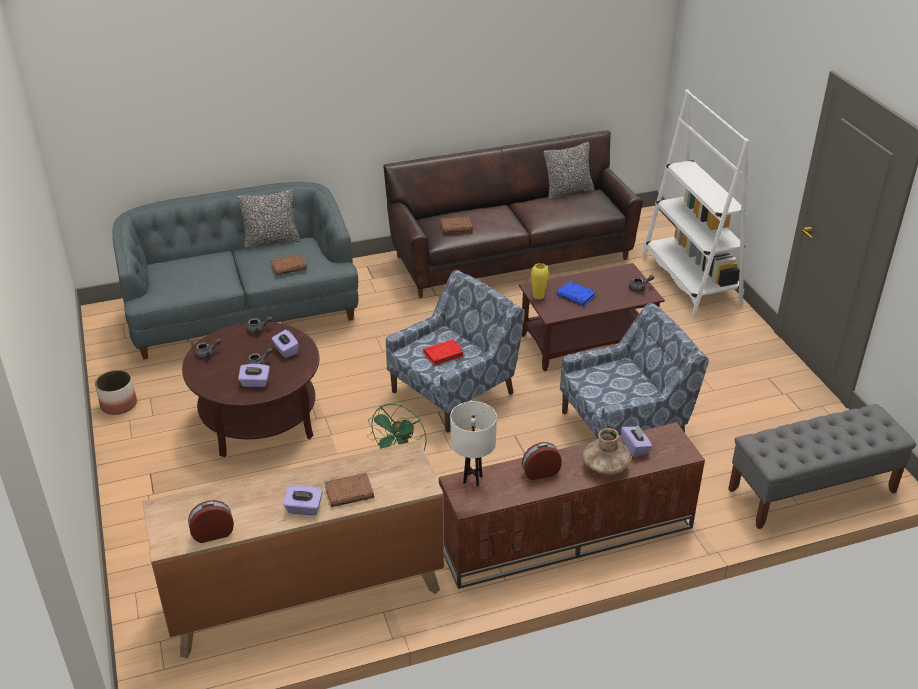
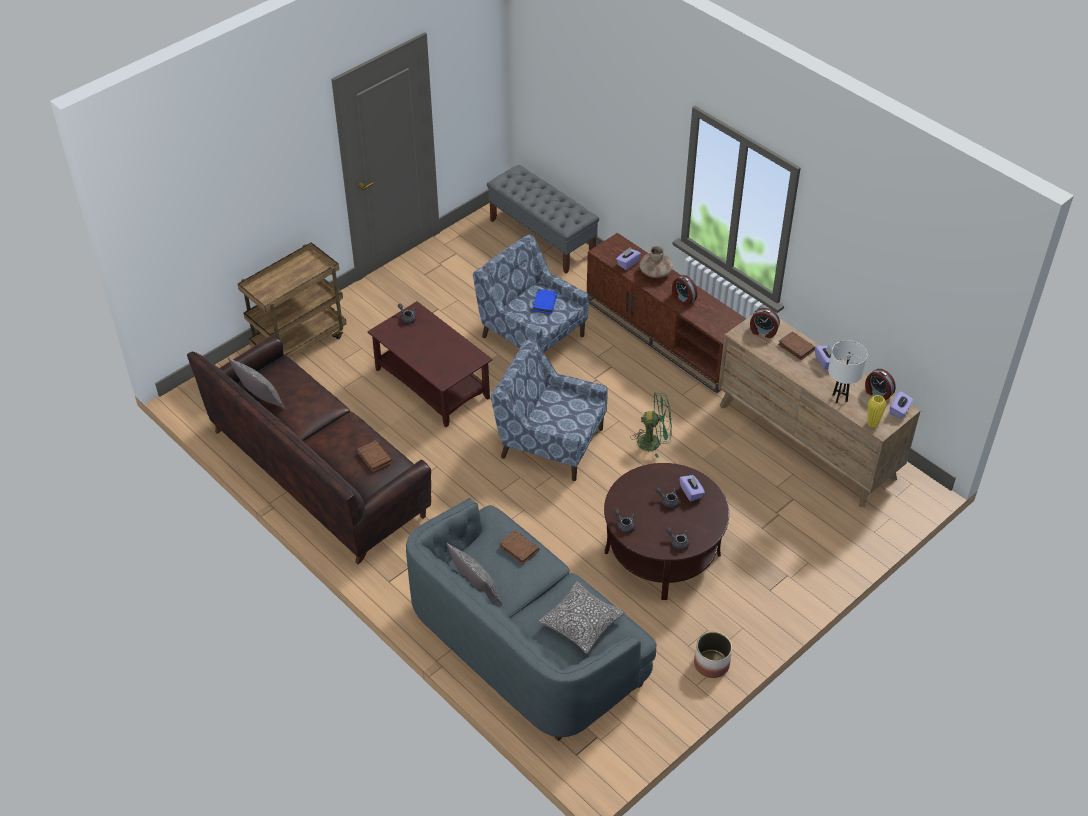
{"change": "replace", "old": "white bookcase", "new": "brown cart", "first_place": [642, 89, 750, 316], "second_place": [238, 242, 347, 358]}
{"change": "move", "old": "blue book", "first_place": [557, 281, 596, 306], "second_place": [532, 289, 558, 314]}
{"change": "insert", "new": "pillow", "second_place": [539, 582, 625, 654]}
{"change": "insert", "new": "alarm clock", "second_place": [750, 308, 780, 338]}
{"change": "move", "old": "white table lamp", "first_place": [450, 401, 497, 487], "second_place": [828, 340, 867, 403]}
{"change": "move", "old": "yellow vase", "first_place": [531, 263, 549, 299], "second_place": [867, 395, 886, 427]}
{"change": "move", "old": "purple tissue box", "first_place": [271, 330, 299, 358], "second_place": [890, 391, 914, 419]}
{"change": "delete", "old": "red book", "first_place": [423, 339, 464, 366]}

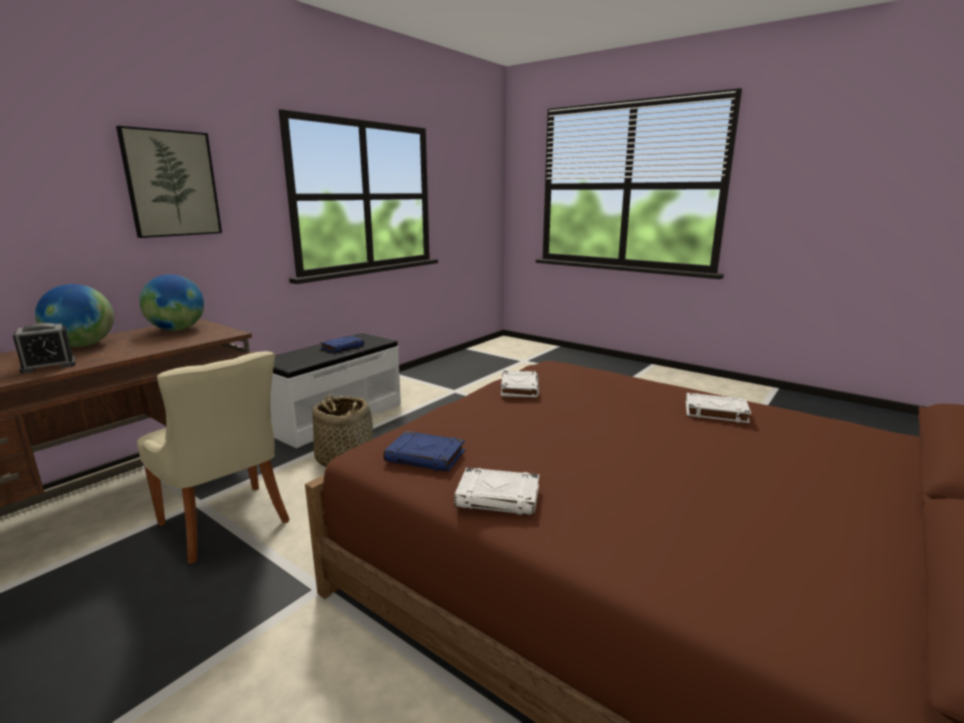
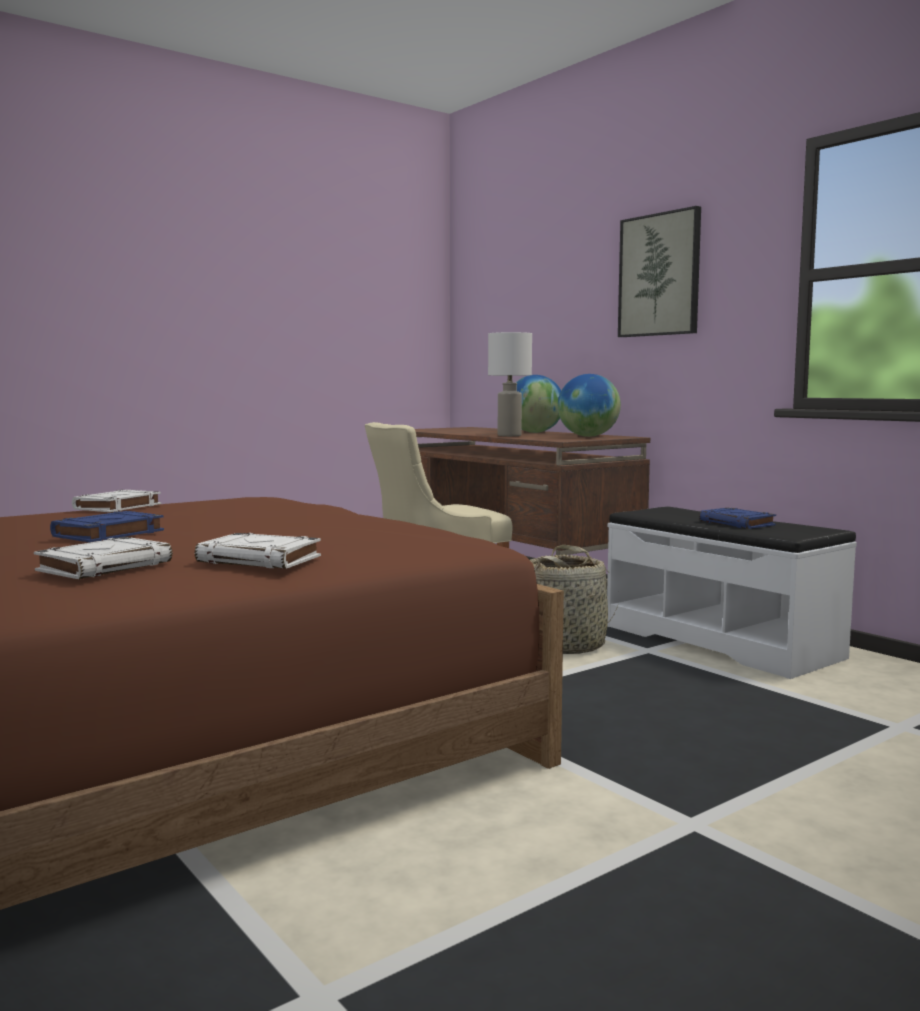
{"change": "move", "old": "blue book", "first_place": [383, 431, 465, 472], "second_place": [50, 511, 164, 542]}
{"change": "move", "old": "white book", "first_place": [501, 371, 539, 397], "second_place": [195, 533, 321, 569]}
{"change": "insert", "new": "white table lamp", "second_place": [488, 332, 532, 436]}
{"change": "delete", "old": "alarm clock", "first_place": [13, 323, 76, 374]}

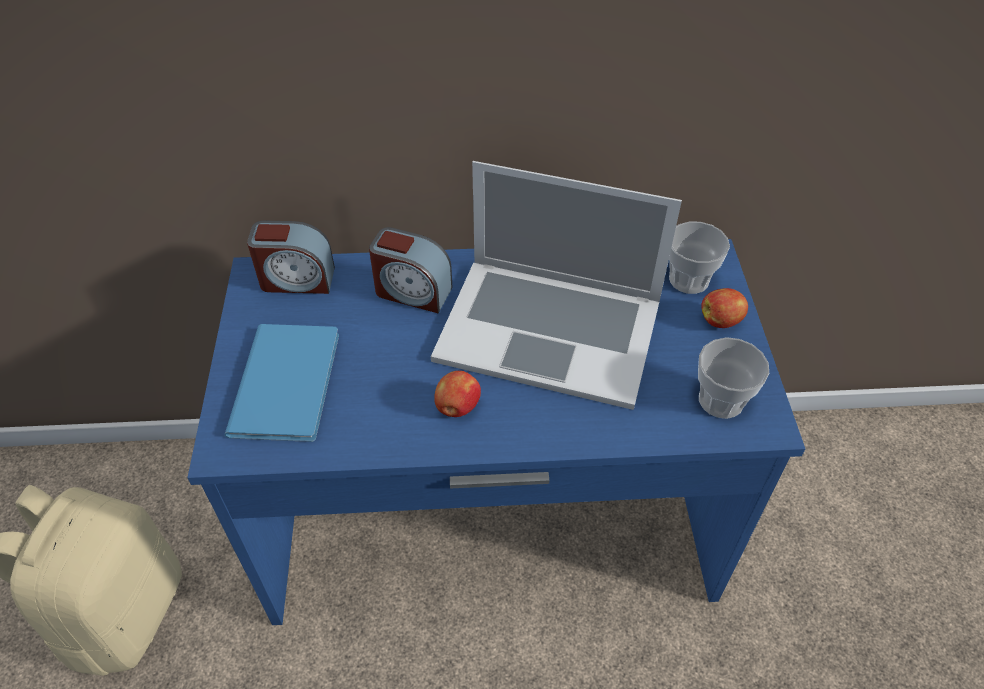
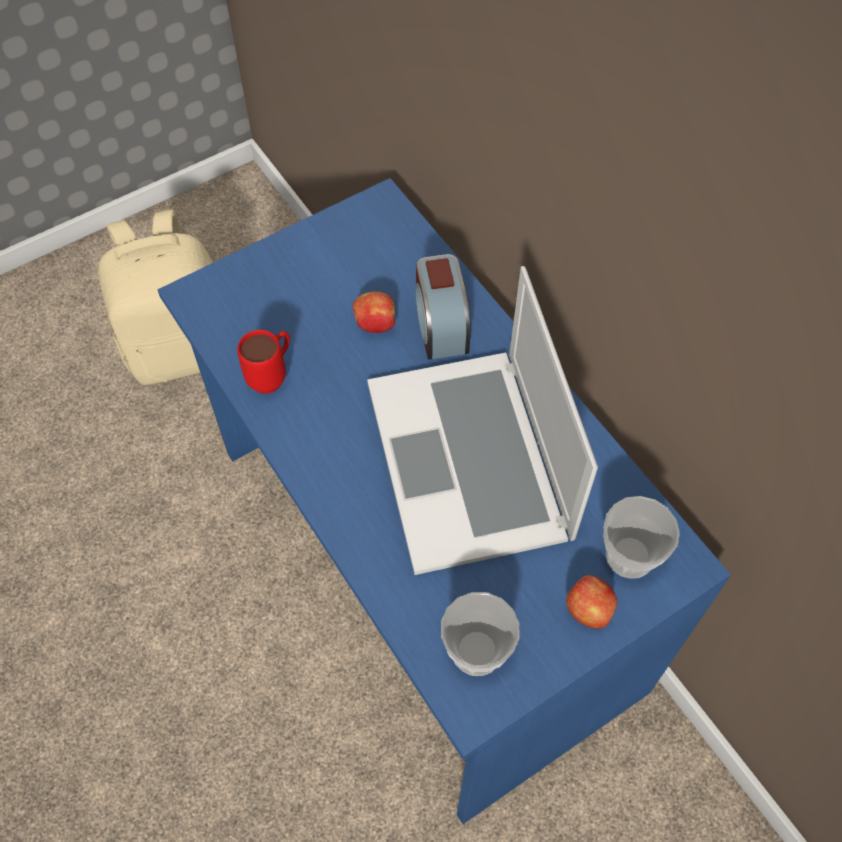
{"change": "insert", "new": "red mug", "second_place": [237, 330, 290, 394]}
{"change": "move", "old": "apple", "first_place": [434, 371, 481, 417], "second_place": [353, 291, 395, 333]}
{"change": "delete", "old": "blue book", "first_place": [224, 324, 339, 442]}
{"change": "delete", "old": "alarm clock", "first_place": [247, 221, 335, 294]}

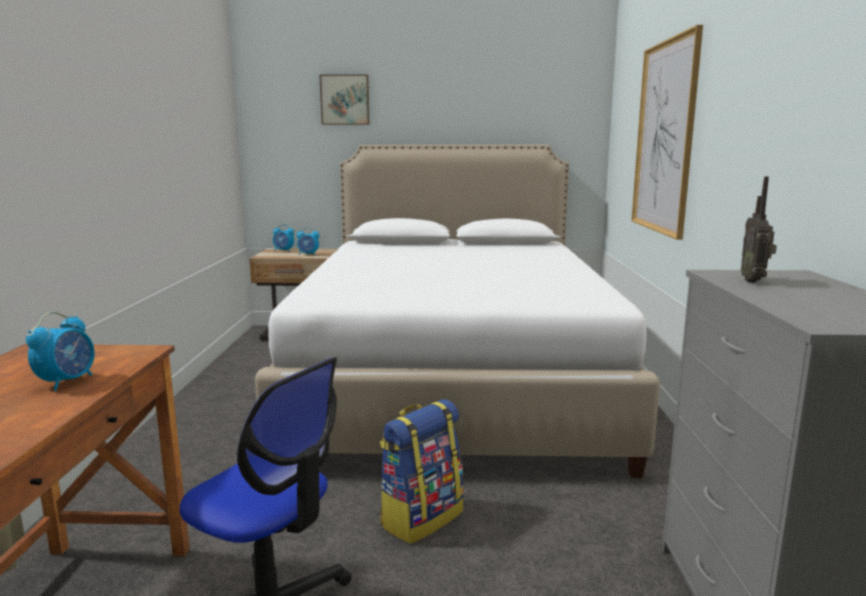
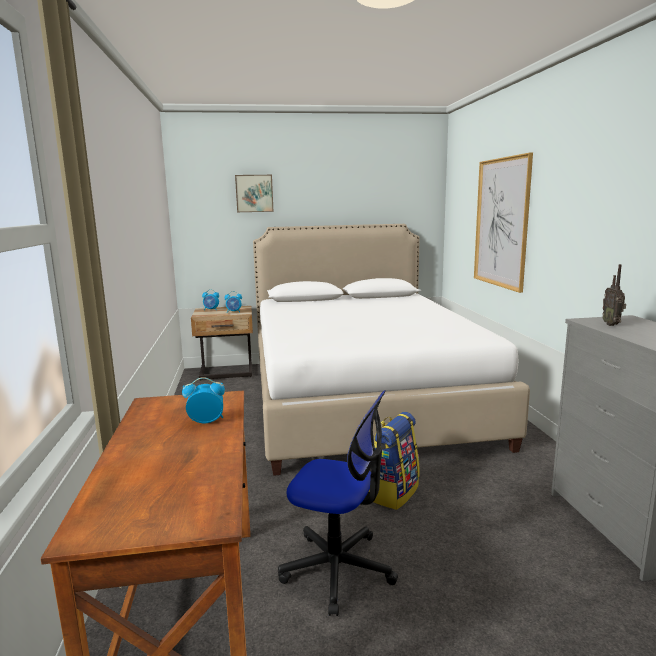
{"change": "rotate", "old": "alarm clock", "first_place": [26, 312, 95, 391], "second_place": [182, 377, 225, 423], "degrees": -105}

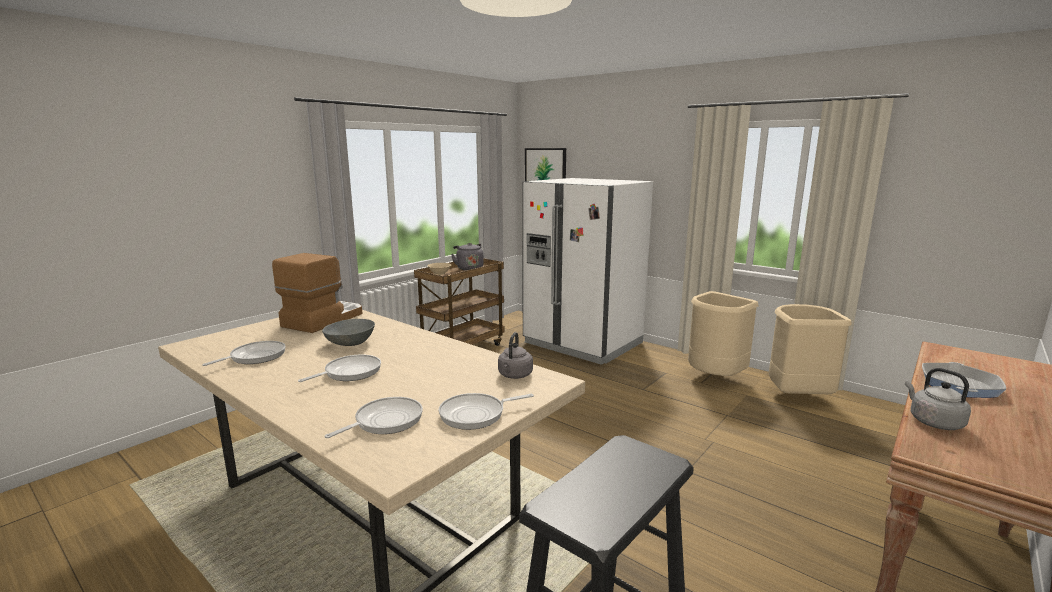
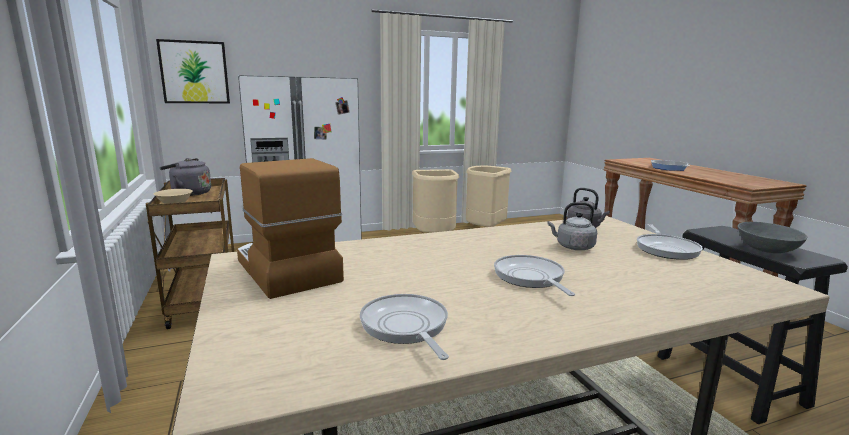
{"change": "move", "old": "grey kettle", "first_place": [905, 368, 971, 430], "second_place": [547, 202, 597, 250]}
{"change": "move", "old": "grey bowl", "first_place": [322, 319, 375, 346], "second_place": [738, 222, 807, 253]}
{"change": "delete", "old": "frying pan", "first_place": [325, 397, 423, 438]}

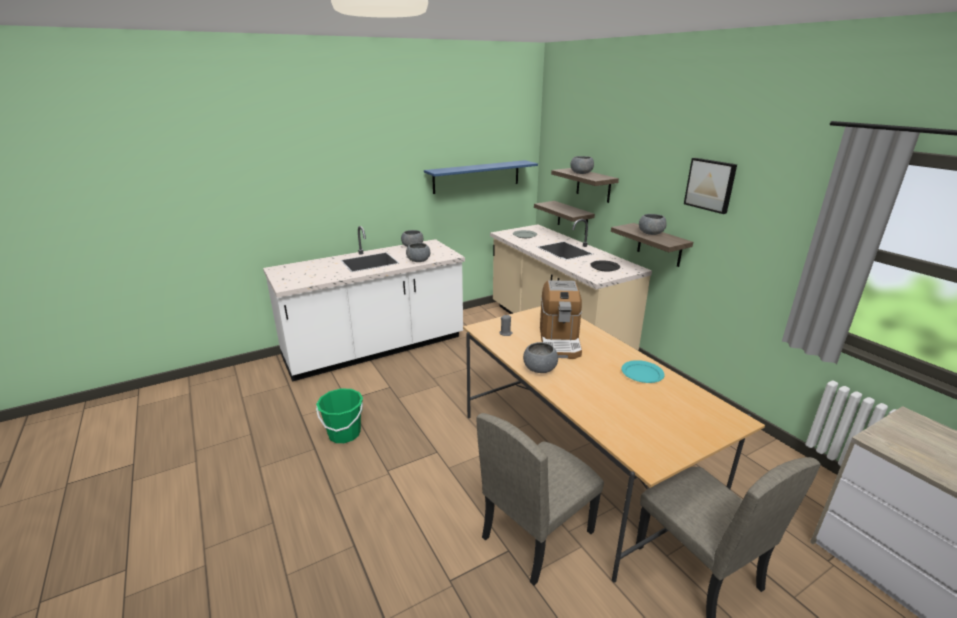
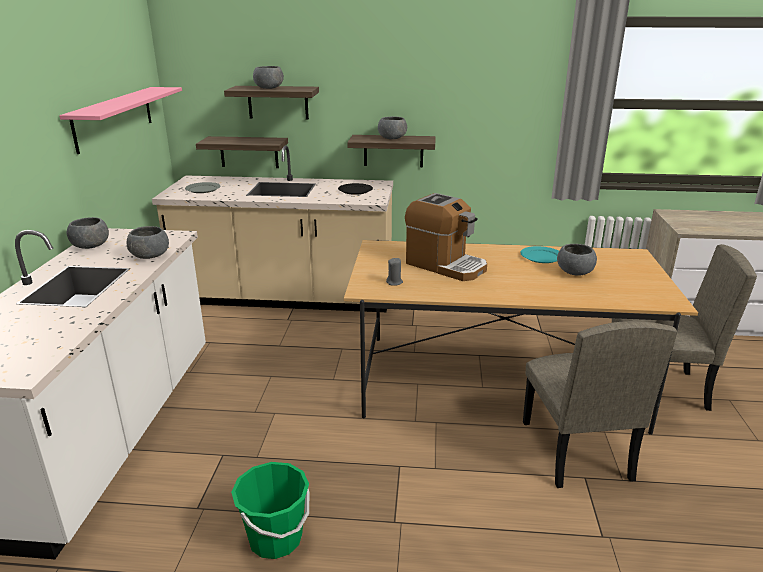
{"change": "recolor", "old": "blue shelf", "new": "pink shelf", "first_place": [424, 160, 538, 194], "second_place": [59, 87, 182, 154]}
{"change": "move", "old": "grey bowl", "first_place": [523, 342, 558, 373], "second_place": [557, 244, 597, 276]}
{"change": "delete", "old": "picture", "first_place": [684, 158, 737, 214]}

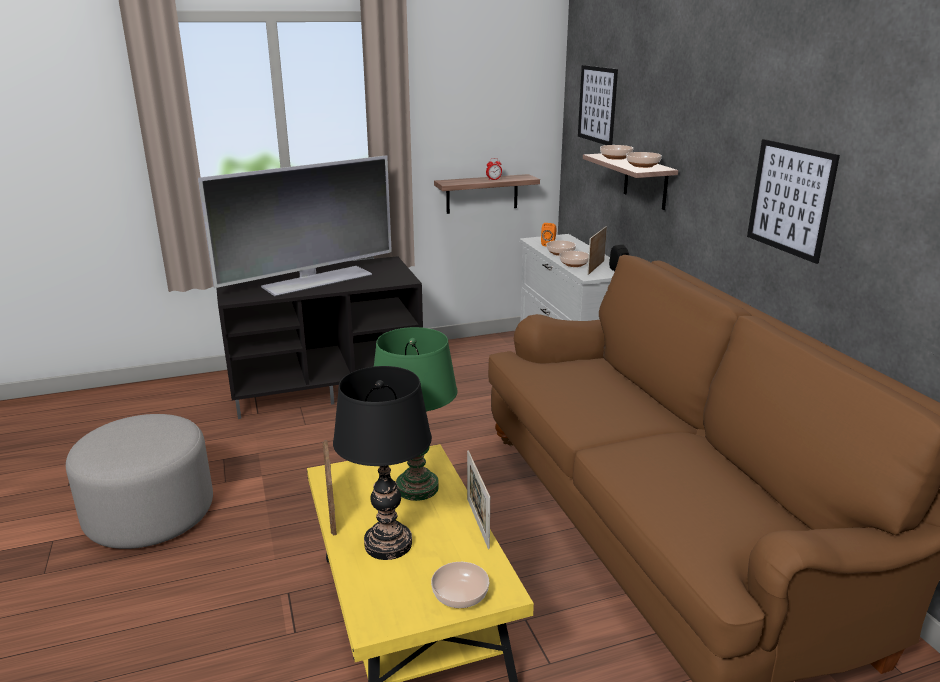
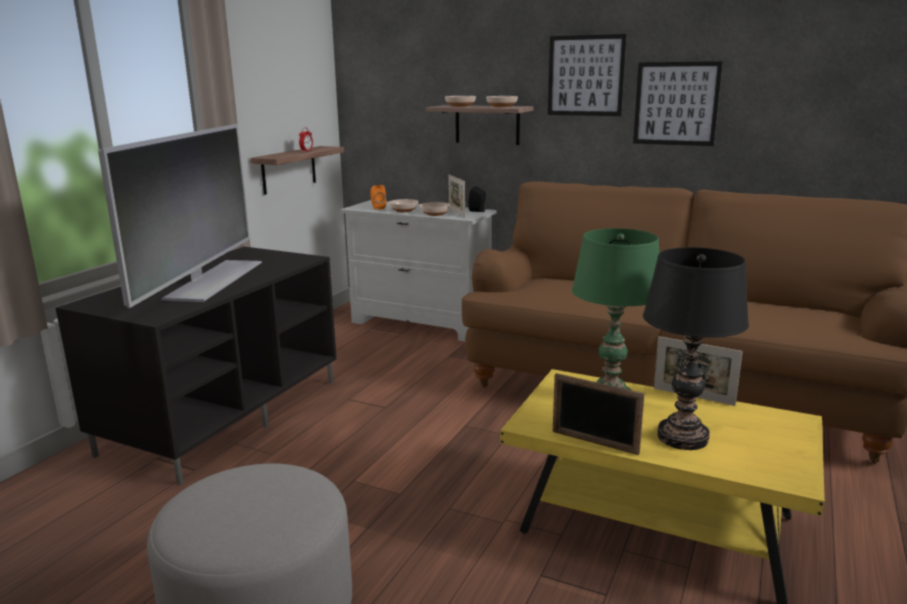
{"change": "move", "old": "picture", "first_place": [578, 65, 618, 145], "second_place": [548, 34, 627, 116]}
{"change": "delete", "old": "bowl", "first_place": [431, 562, 489, 608]}

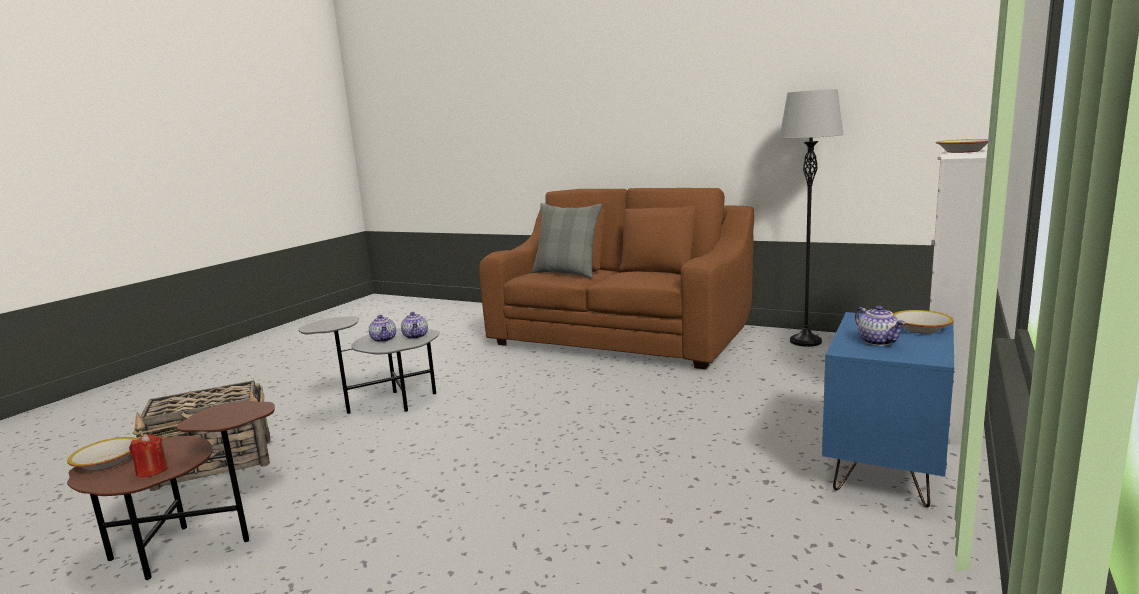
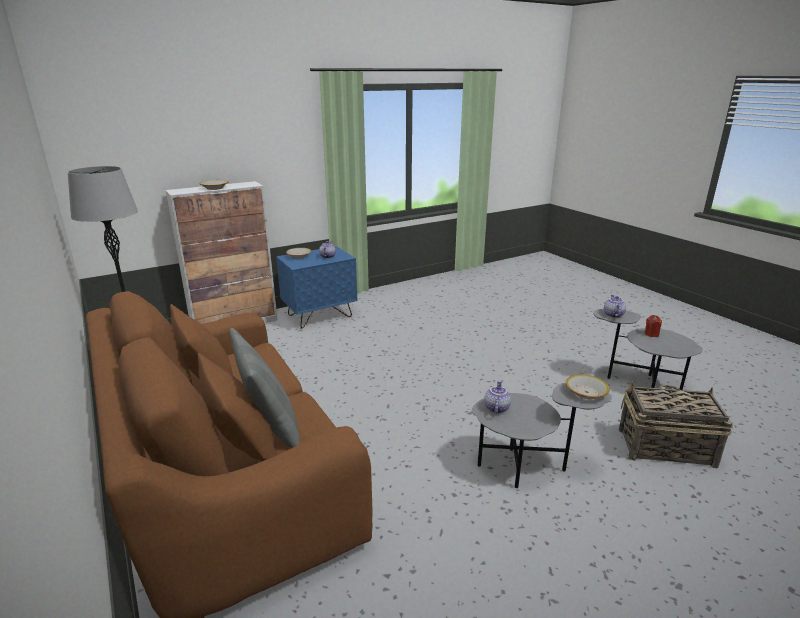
{"change": "move", "old": "bowl", "first_place": [67, 437, 137, 470], "second_place": [566, 374, 609, 399]}
{"change": "recolor", "old": "brown side table", "new": "grey side table", "first_place": [67, 401, 275, 580], "second_place": [593, 308, 703, 390]}
{"change": "move", "old": "teapot", "first_place": [369, 315, 396, 343], "second_place": [604, 295, 626, 318]}

